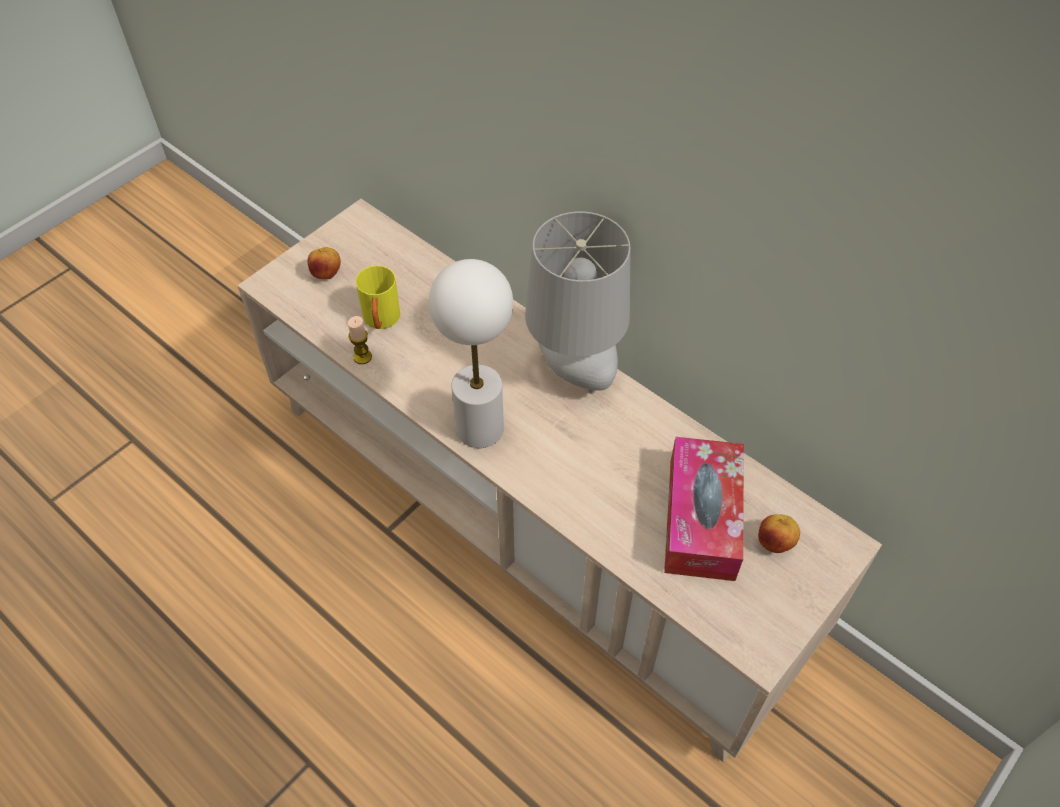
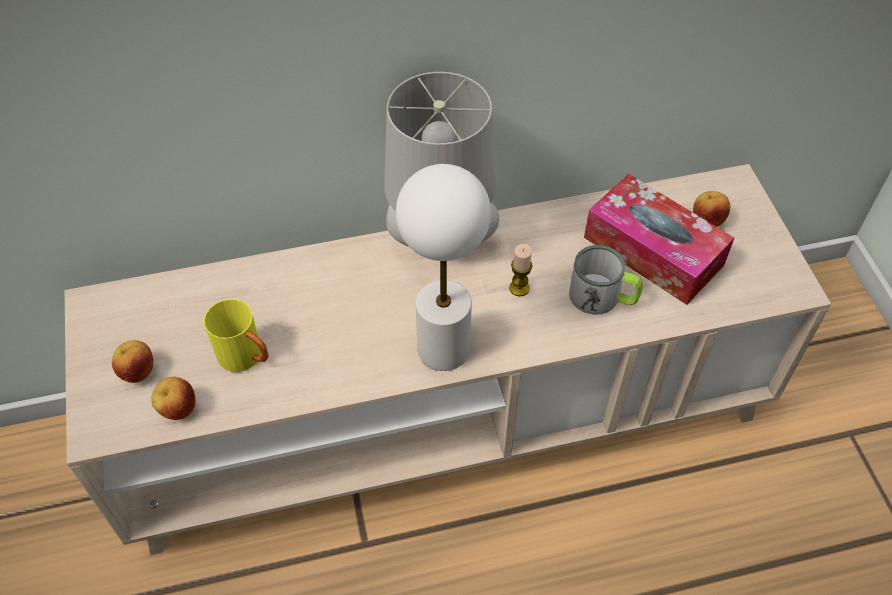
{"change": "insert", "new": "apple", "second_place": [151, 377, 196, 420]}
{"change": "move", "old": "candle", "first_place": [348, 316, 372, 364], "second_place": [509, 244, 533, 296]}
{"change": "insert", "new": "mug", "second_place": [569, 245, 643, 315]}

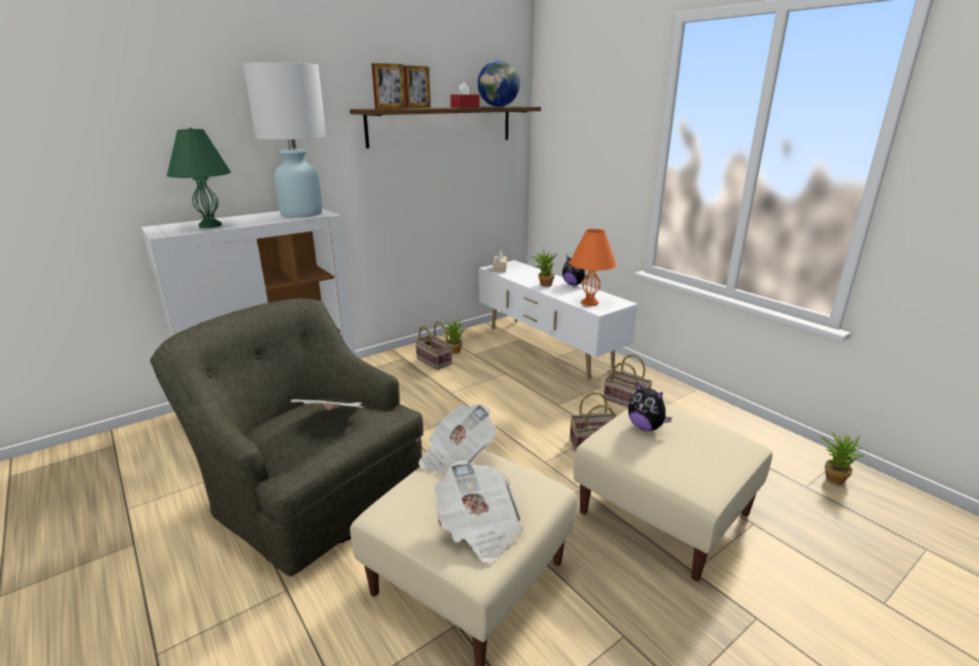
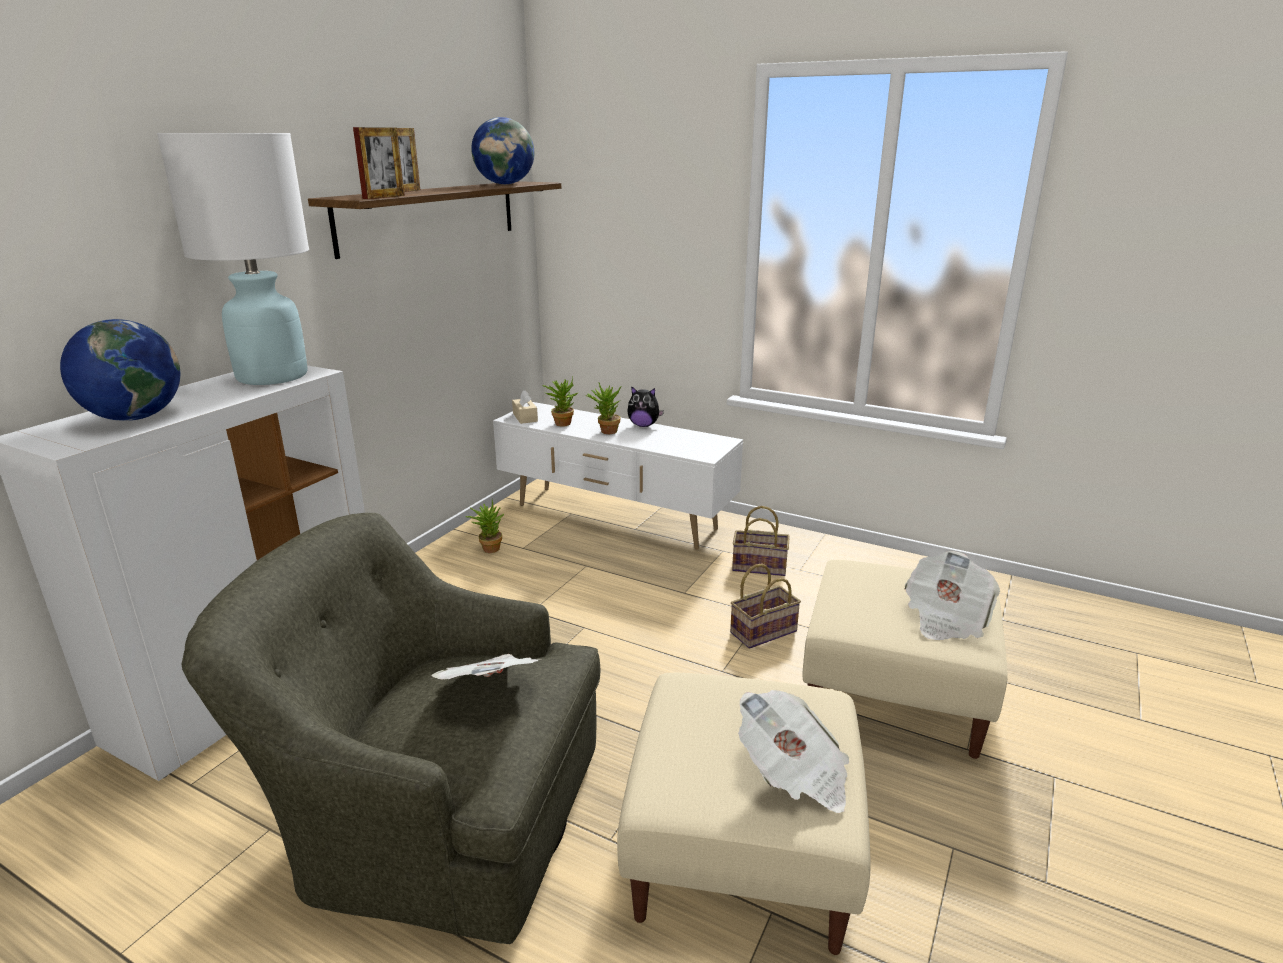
{"change": "replace", "old": "green table lamp", "new": "globe", "first_place": [167, 128, 231, 228], "second_place": [60, 319, 180, 421]}
{"change": "move", "old": "potted plant", "first_place": [820, 431, 865, 485], "second_place": [542, 377, 579, 426]}
{"change": "move", "old": "newspaper", "first_place": [419, 404, 496, 475], "second_place": [905, 551, 1000, 640]}
{"change": "delete", "old": "basket", "first_place": [415, 321, 452, 370]}
{"change": "delete", "old": "red tissue box", "first_place": [450, 82, 480, 108]}
{"change": "delete", "old": "orange table lamp", "first_place": [569, 229, 617, 306]}
{"change": "delete", "old": "plush toy", "first_place": [628, 383, 672, 431]}

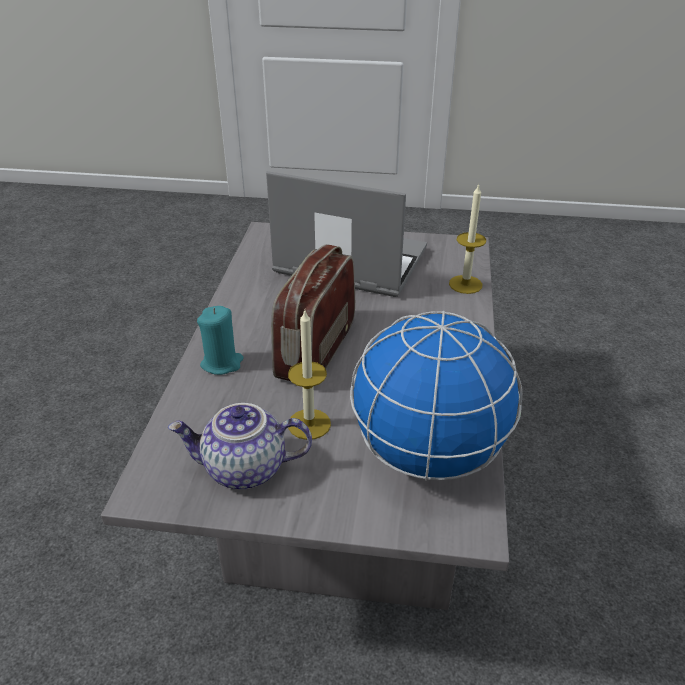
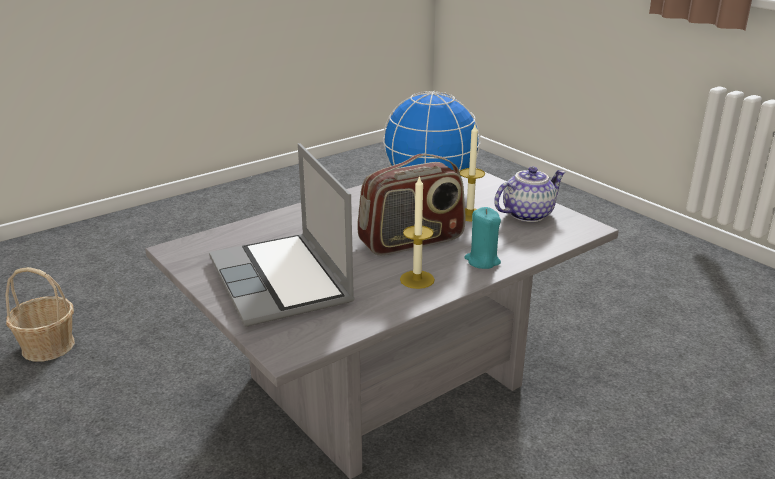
{"change": "insert", "new": "basket", "second_place": [5, 267, 75, 362]}
{"change": "move", "old": "candle", "first_place": [449, 183, 486, 294], "second_place": [400, 175, 435, 289]}
{"change": "rotate", "old": "teapot", "first_place": [168, 403, 312, 489], "second_place": [494, 166, 566, 222], "degrees": -75}

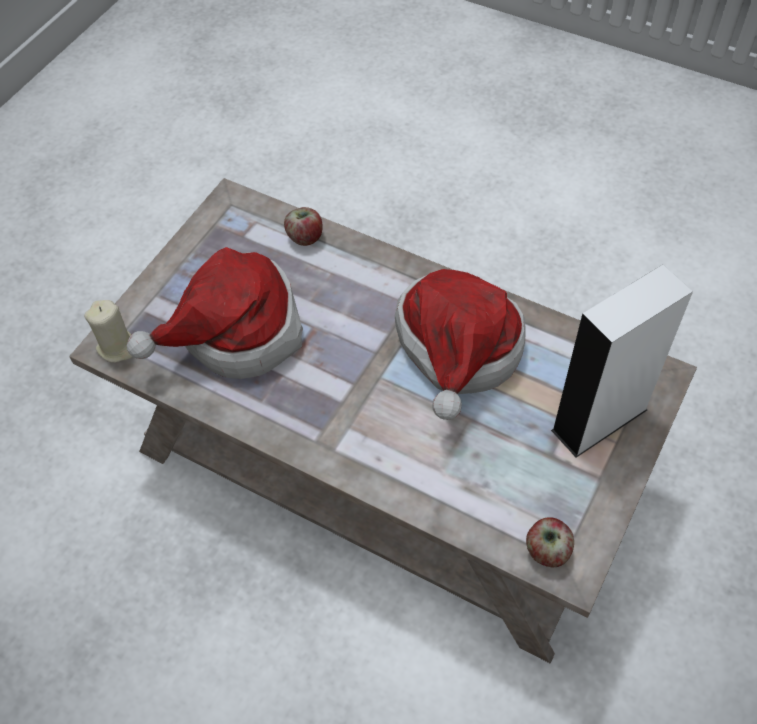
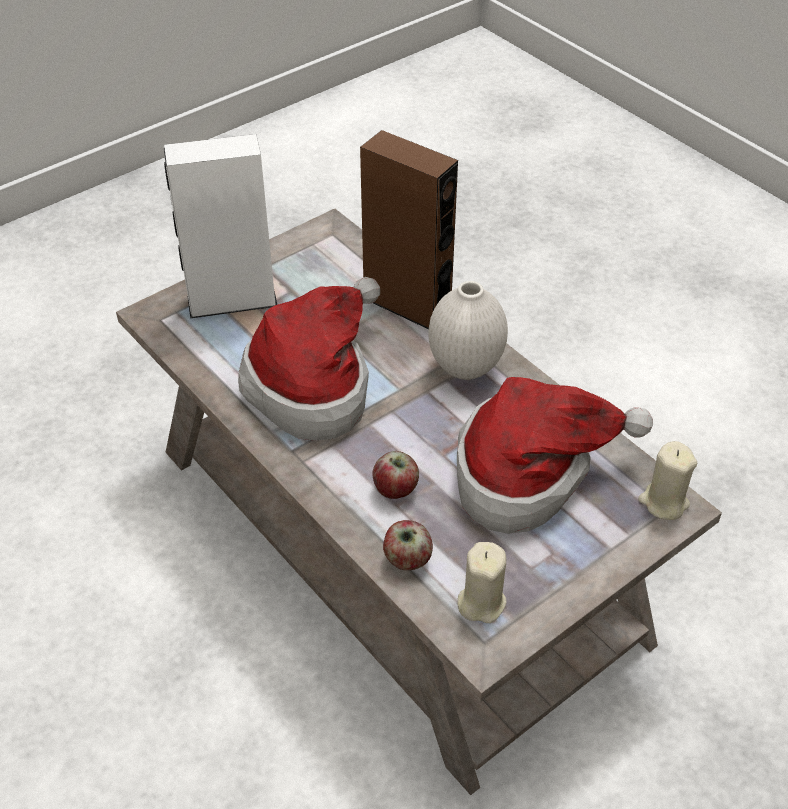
{"change": "insert", "new": "brown speaker", "second_place": [360, 130, 458, 329]}
{"change": "move", "old": "apple", "first_place": [526, 517, 574, 567], "second_place": [372, 451, 419, 499]}
{"change": "insert", "new": "white vase", "second_place": [428, 281, 508, 380]}
{"change": "insert", "new": "beige candle", "second_place": [457, 542, 507, 623]}

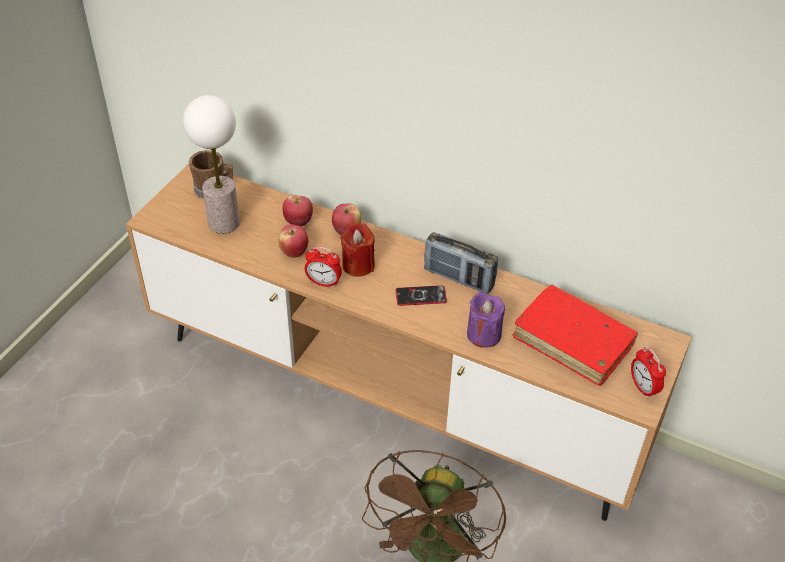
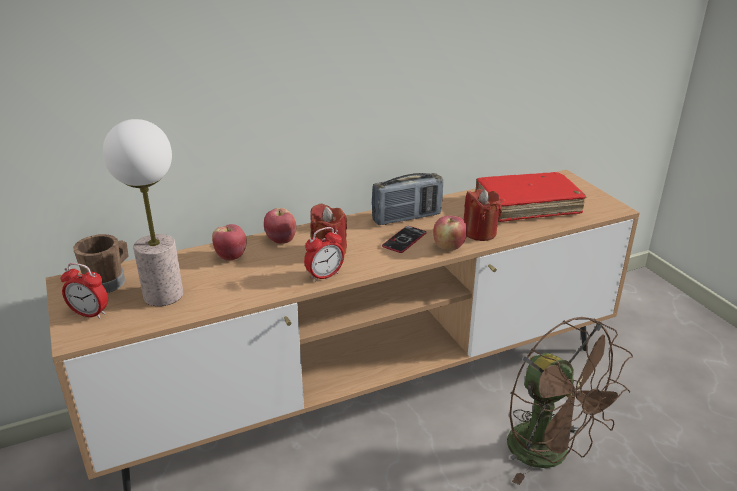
{"change": "move", "old": "alarm clock", "first_place": [631, 347, 666, 399], "second_place": [60, 263, 108, 319]}
{"change": "move", "old": "apple", "first_place": [278, 225, 308, 258], "second_place": [433, 216, 467, 251]}
{"change": "recolor", "old": "purple candle", "new": "red candle", "first_place": [467, 292, 505, 348], "second_place": [464, 189, 502, 241]}

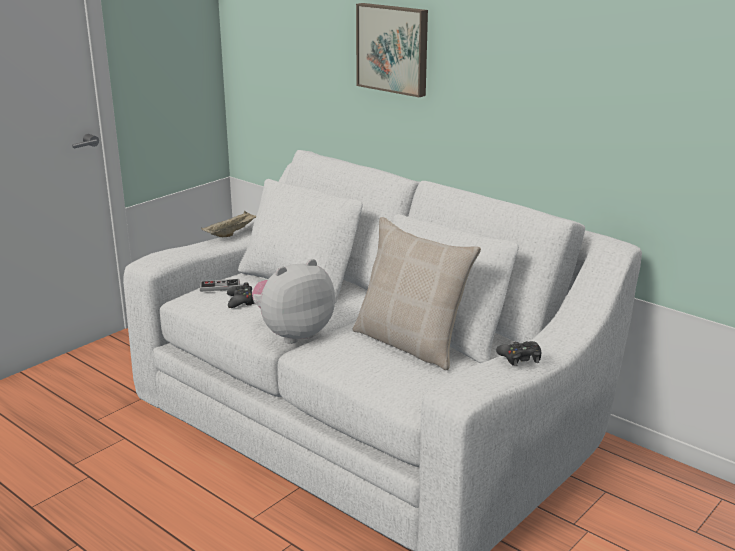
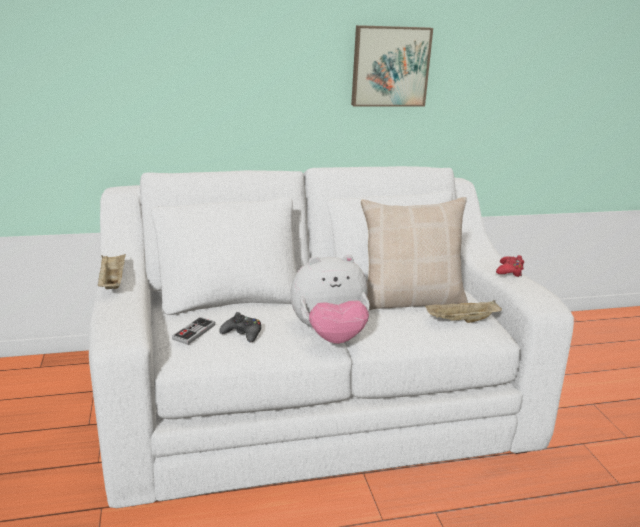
{"change": "rotate", "old": "plush toy", "first_place": [252, 259, 335, 344], "second_place": [290, 255, 370, 344], "degrees": -105}
{"change": "move", "old": "picture", "first_place": [356, 3, 428, 97], "second_place": [351, 25, 433, 107]}
{"change": "insert", "new": "beige tray", "second_place": [425, 300, 502, 323]}
{"change": "recolor", "old": "black game controller", "new": "red game controller", "first_place": [496, 341, 541, 366], "second_place": [496, 255, 524, 277]}

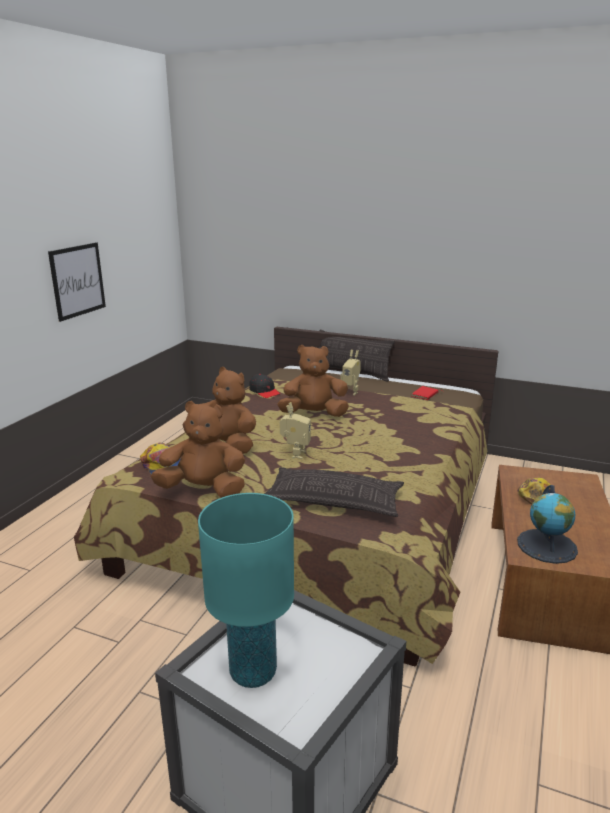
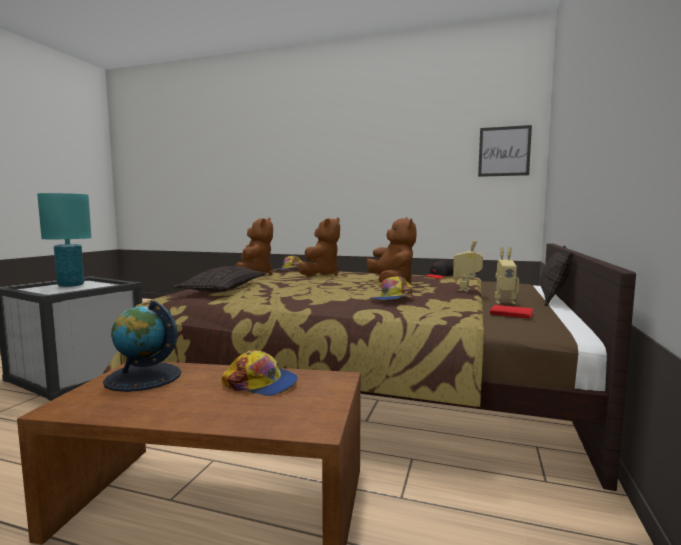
{"change": "insert", "new": "cap", "second_place": [370, 276, 413, 300]}
{"change": "move", "old": "picture", "first_place": [48, 242, 106, 322], "second_place": [478, 125, 532, 177]}
{"change": "move", "old": "toy robot", "first_place": [280, 402, 311, 459], "second_place": [495, 247, 519, 304]}

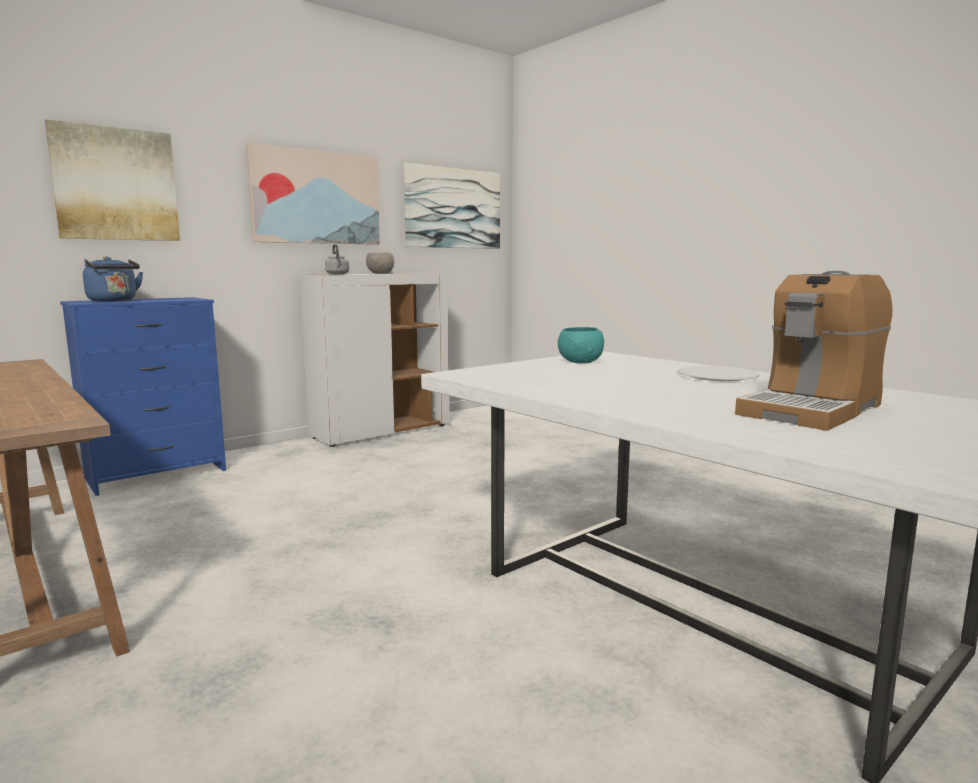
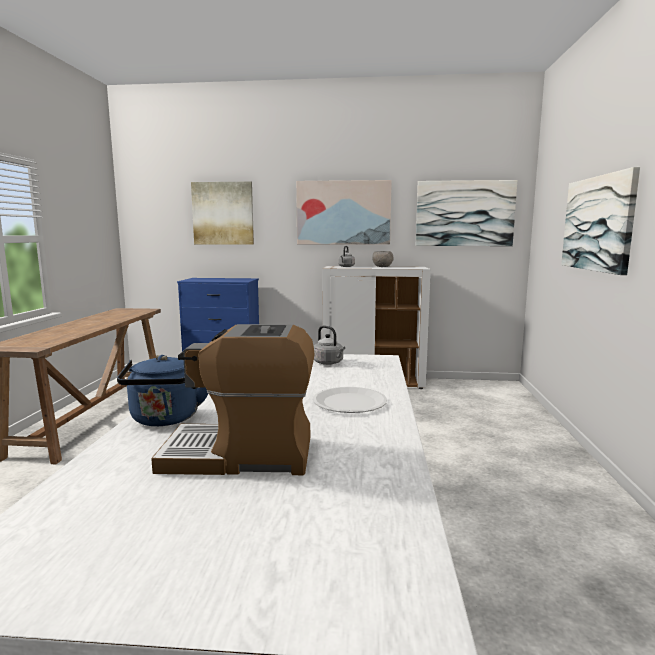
{"change": "move", "old": "blue kettle", "first_place": [83, 256, 143, 302], "second_place": [117, 355, 208, 426]}
{"change": "replace", "old": "turquoise bowl", "new": "grey kettle", "first_place": [558, 327, 604, 364], "second_place": [314, 326, 345, 365]}
{"change": "insert", "new": "picture", "second_place": [561, 167, 640, 275]}

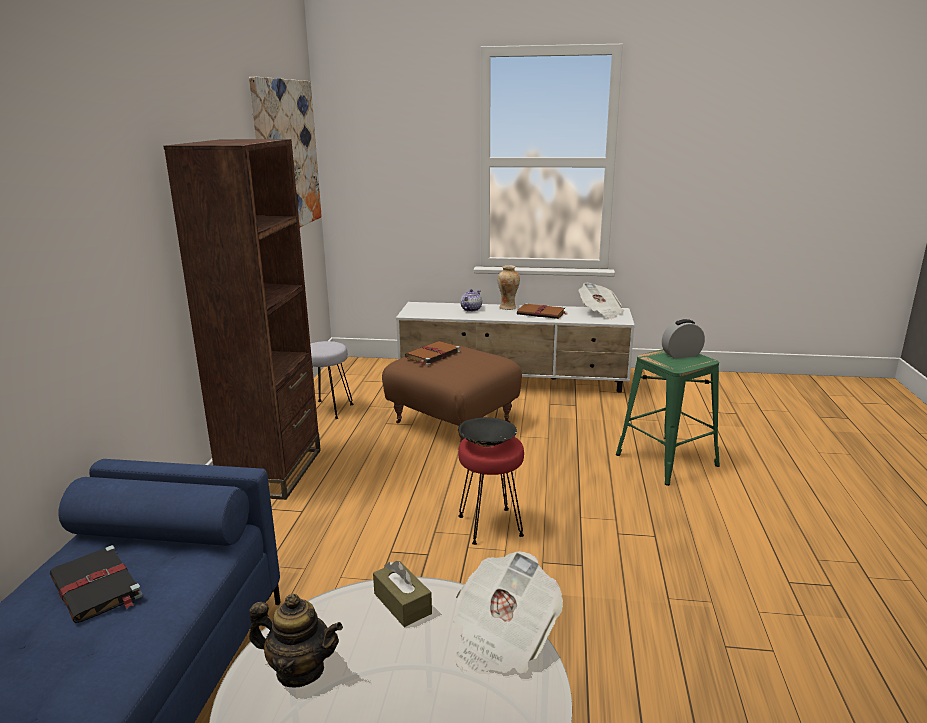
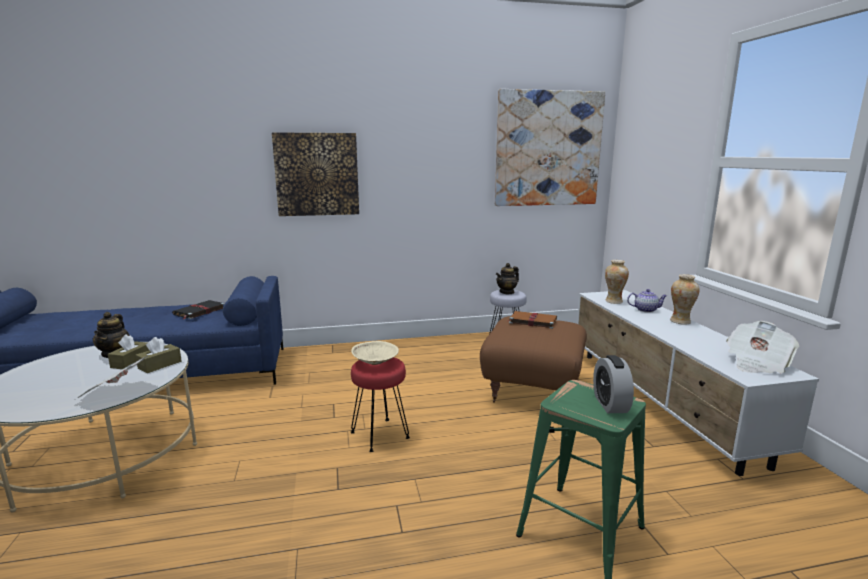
{"change": "insert", "new": "brown tissue box", "second_place": [108, 334, 149, 369]}
{"change": "insert", "new": "picture", "second_place": [272, 132, 359, 216]}
{"change": "recolor", "old": "black bowl", "new": "beige bowl", "first_place": [459, 417, 517, 447], "second_place": [351, 341, 399, 365]}
{"change": "insert", "new": "teapot", "second_place": [496, 263, 519, 294]}
{"change": "rotate", "old": "alarm clock", "first_place": [662, 319, 705, 359], "second_place": [593, 355, 634, 413], "degrees": -150}
{"change": "insert", "new": "vase", "second_place": [605, 260, 629, 304]}
{"change": "delete", "old": "brown bookcase", "first_place": [164, 139, 321, 500]}
{"change": "delete", "old": "brown book", "first_place": [517, 303, 567, 319]}

